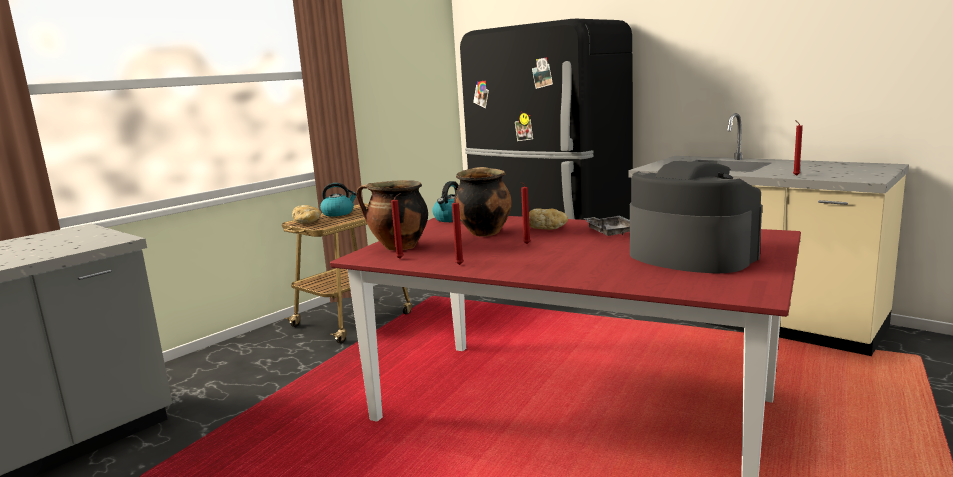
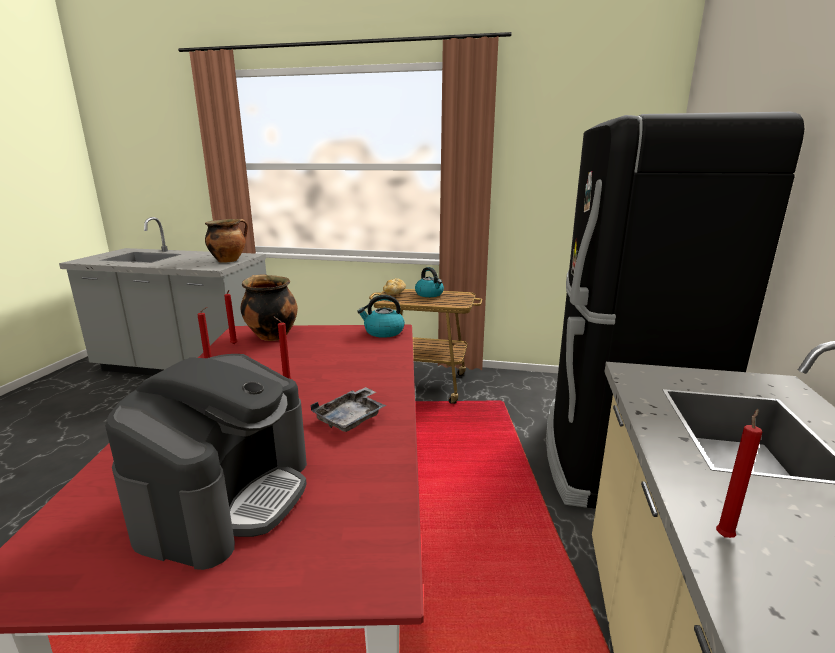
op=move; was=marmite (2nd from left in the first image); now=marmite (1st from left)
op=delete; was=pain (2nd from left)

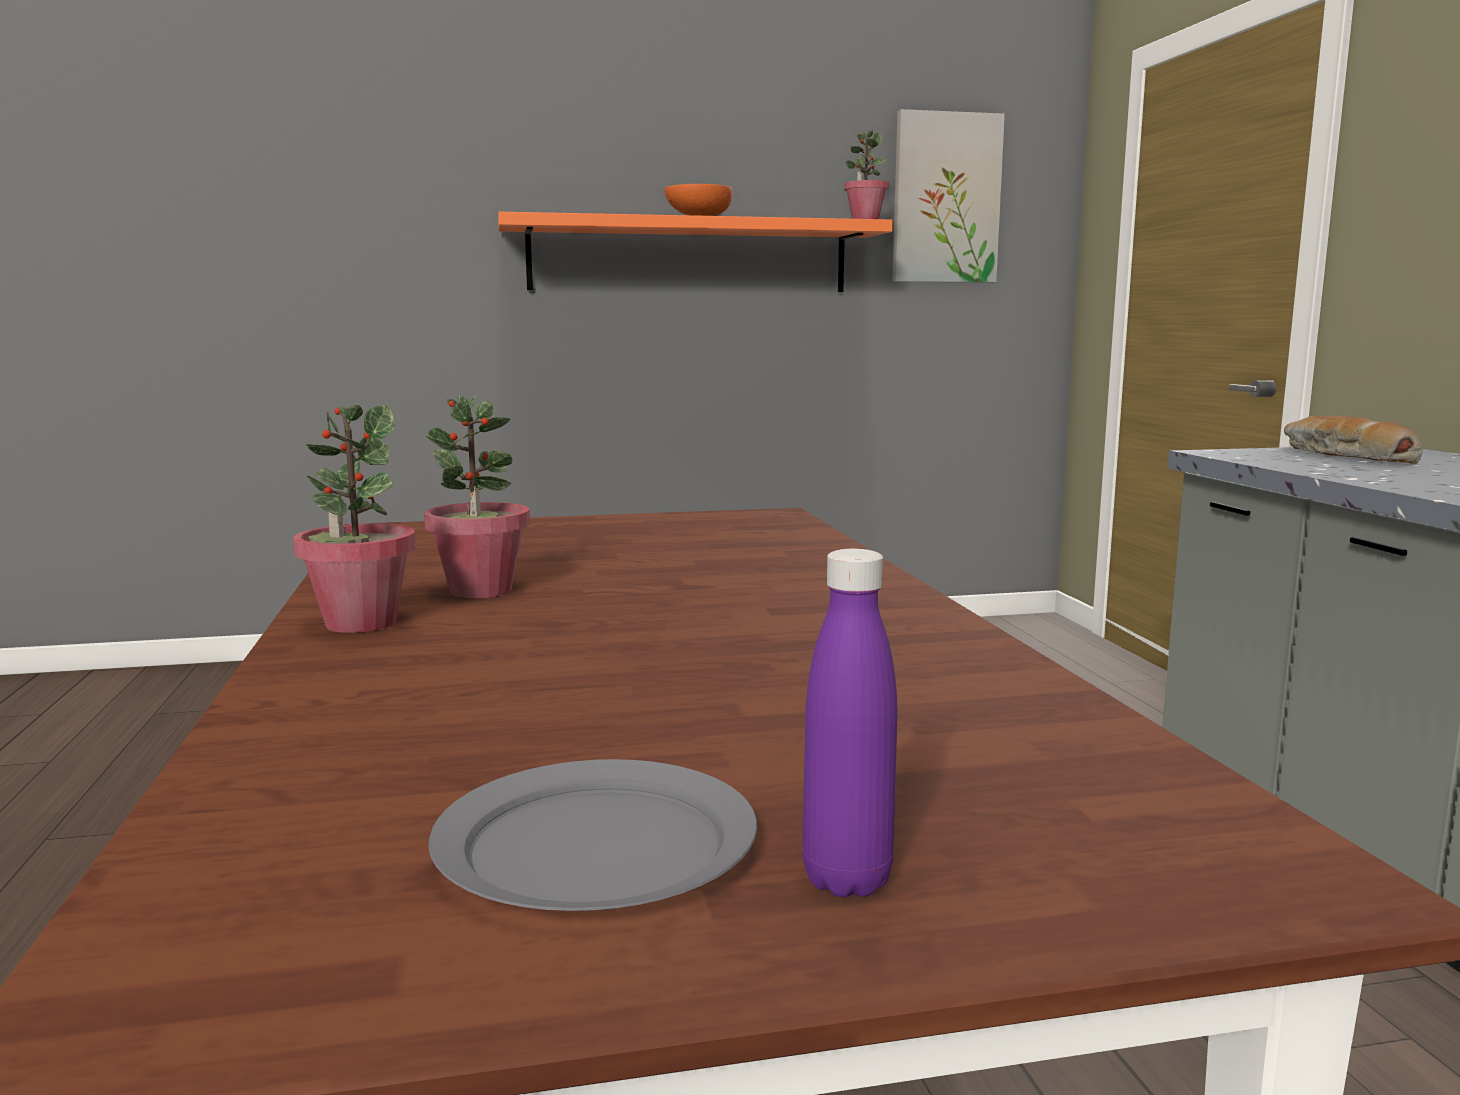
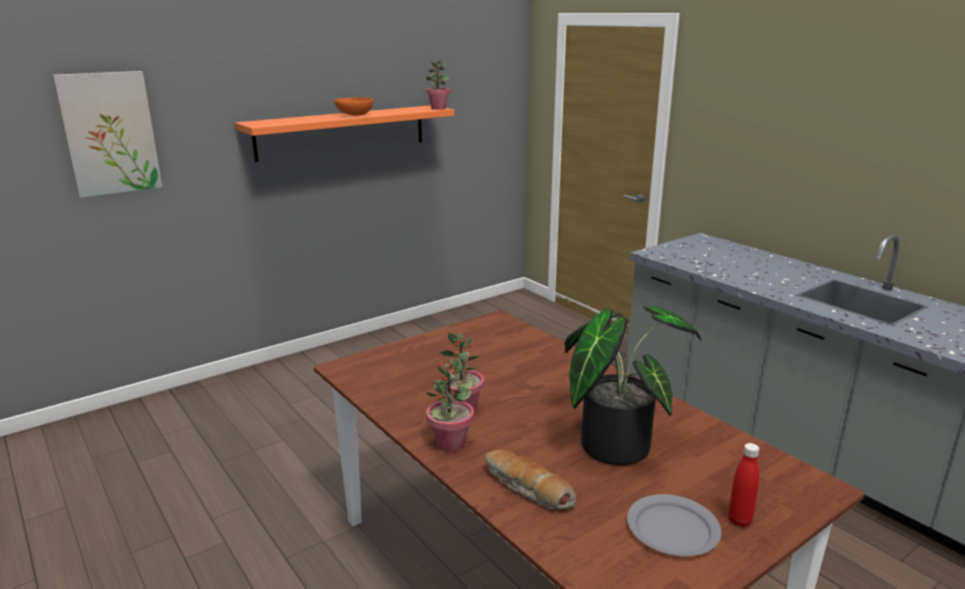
op=move; was=tableau
op=move; was=pain
op=insert; now=plante en pot (4th from left)
op=recolor; was=bouteille [violet]; now=bouteille [rouge]

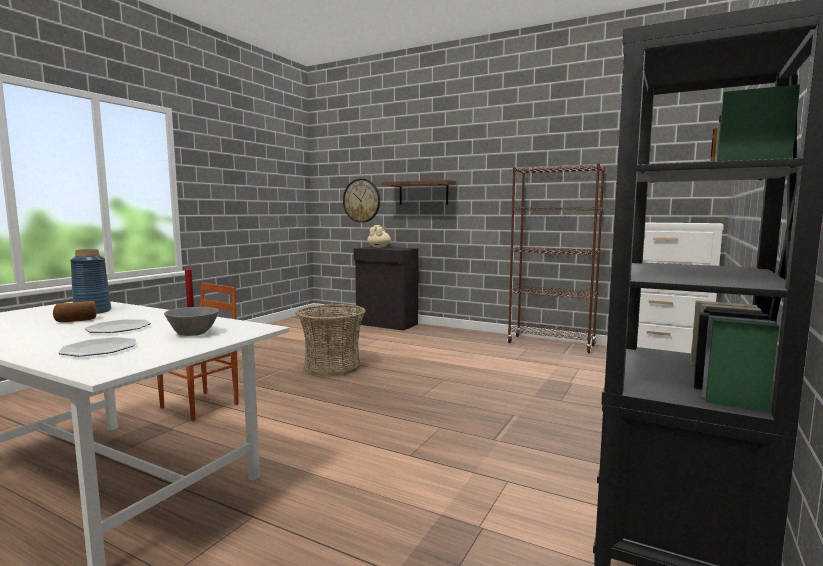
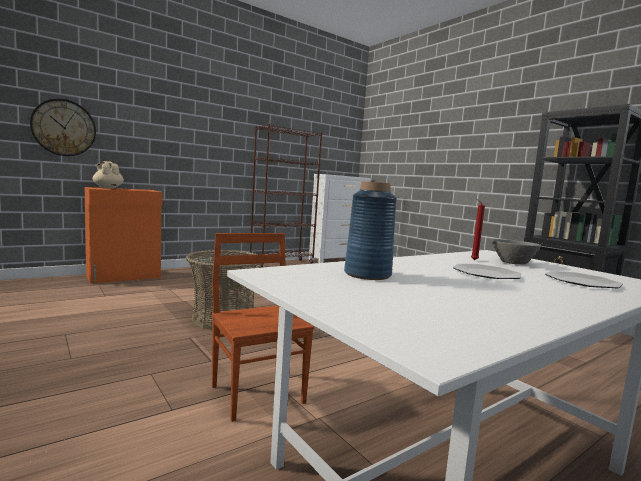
op=recolor; was=meuble de rangement [noir]; now=meuble de rangement [orange]
op=delete; was=pain
op=delete; was=étagère [marron]

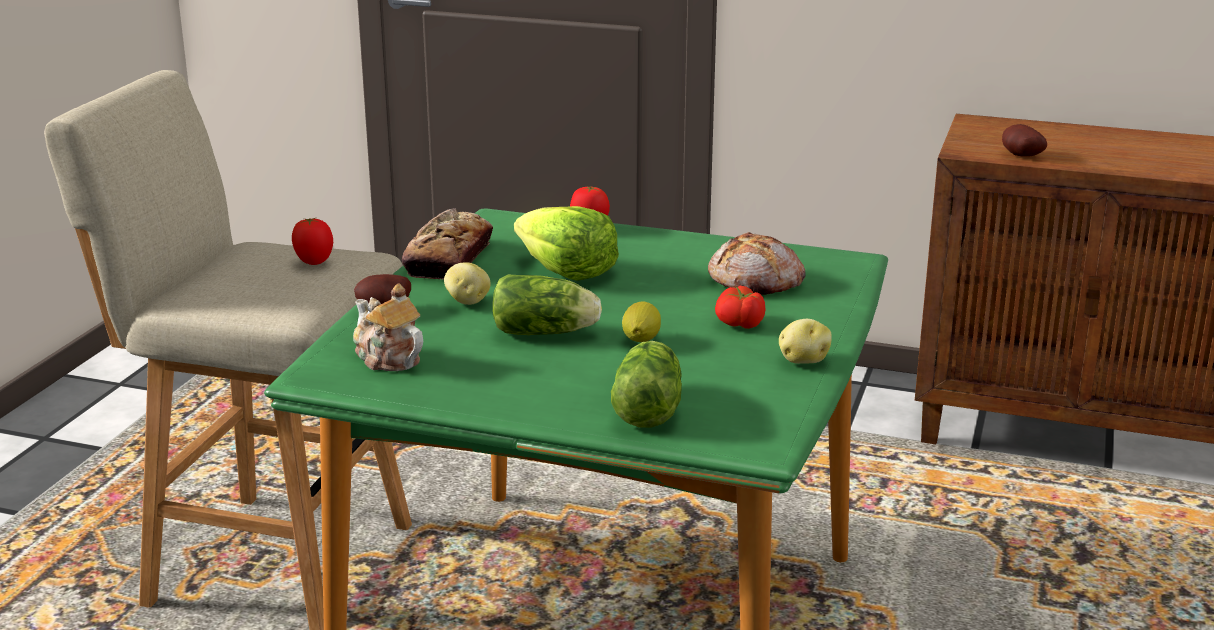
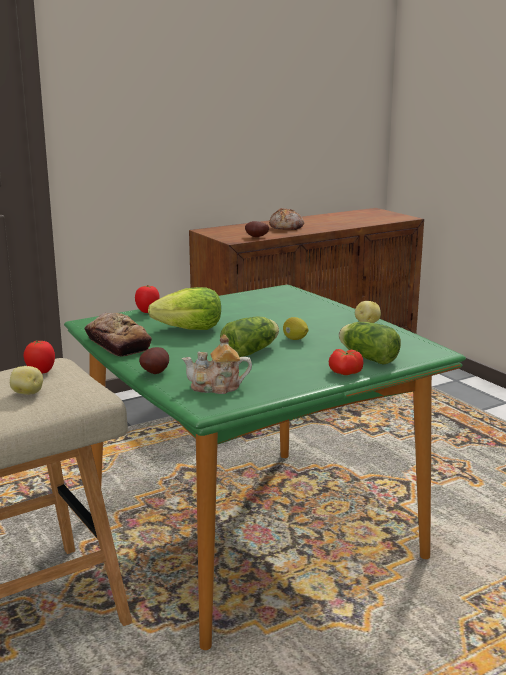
op=move; was=pomme de terre (2nd from left in the first image); now=pomme de terre (1st from left)
op=move; was=pain (2nd from left)
op=move; was=tomate (3rd from left)

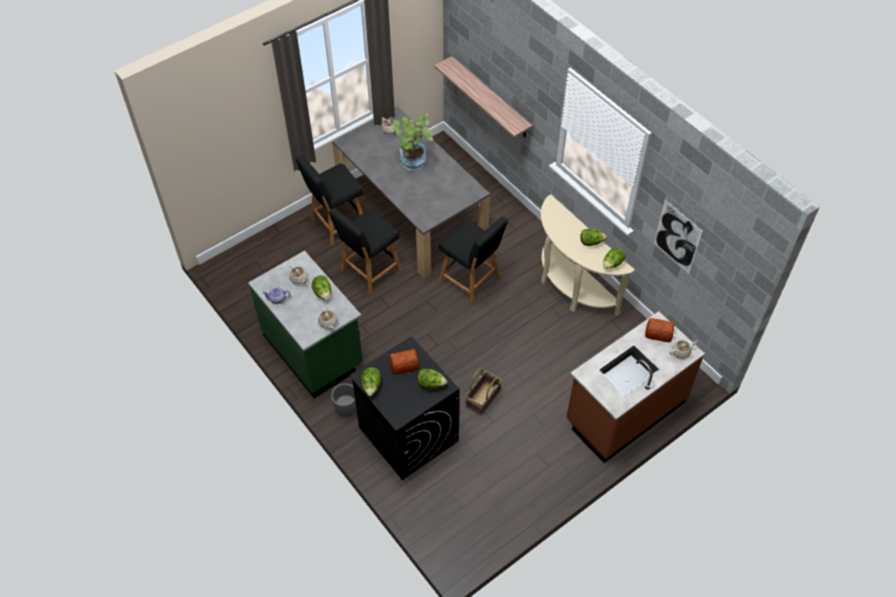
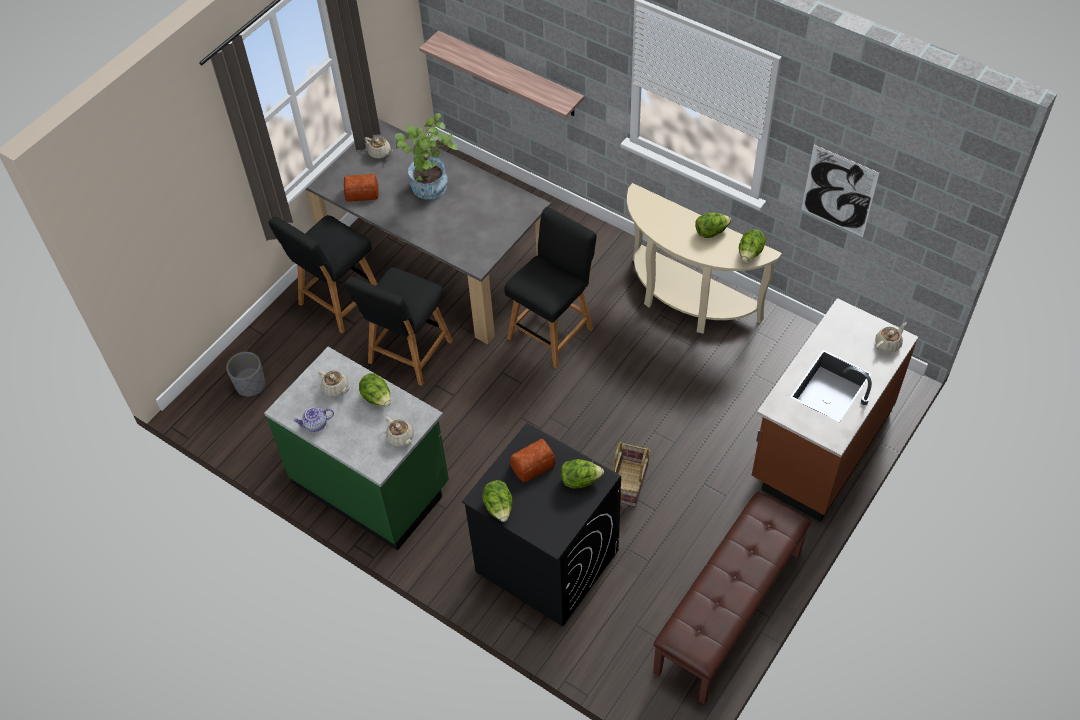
op=move; was=cache-pot [gris]
op=move; was=pain (2nd from left in the first image); now=pain (1st from left)
op=rotate; was=chaise [noir] (3rd from left); clockwise=-75
op=insert; now=banc [marron]

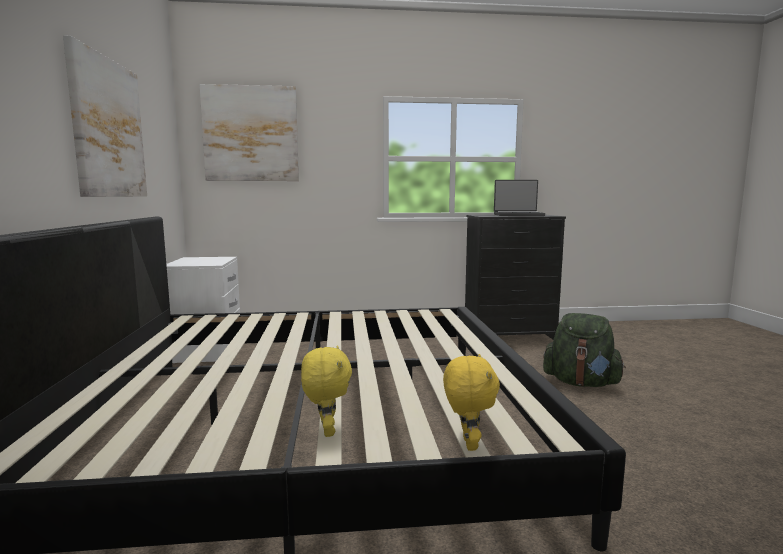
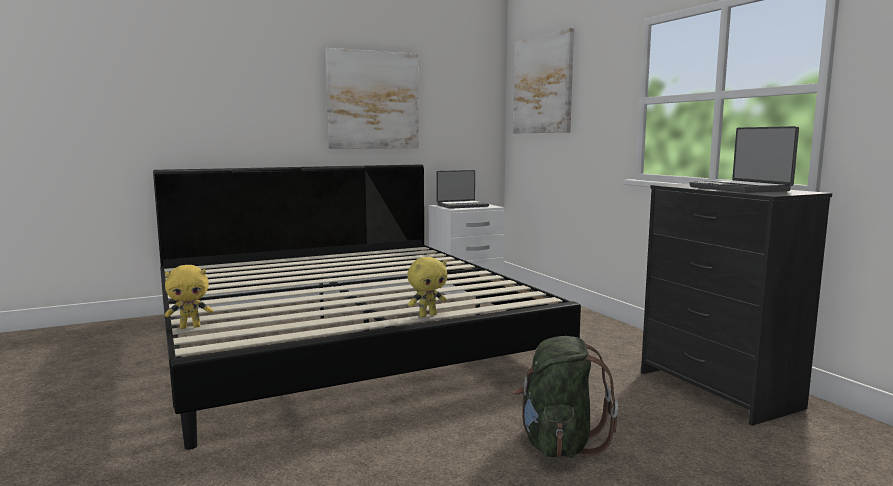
op=move; was=peluche [jaune] (1st from left in the first image); now=peluche [jaune] (2nd from left)
op=insert; now=ordinateur portable (1st from left)

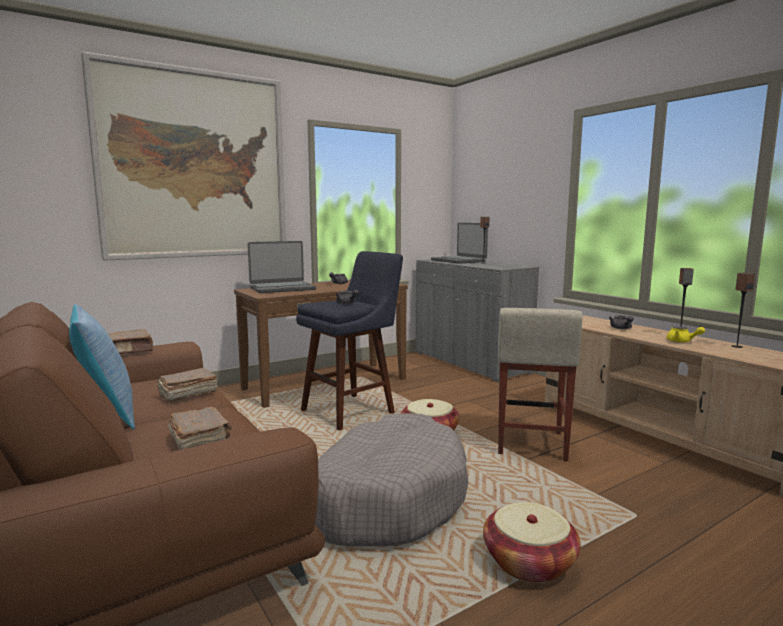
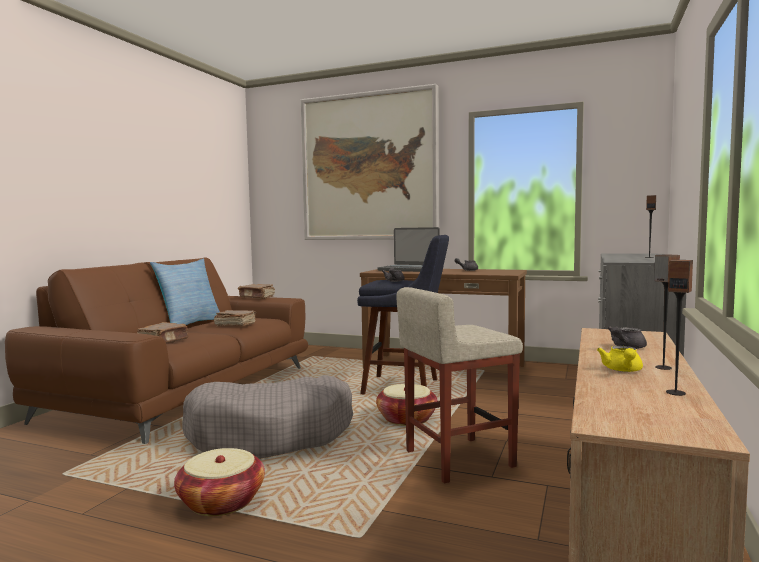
op=delete; was=ordinateur portable (2nd from left)

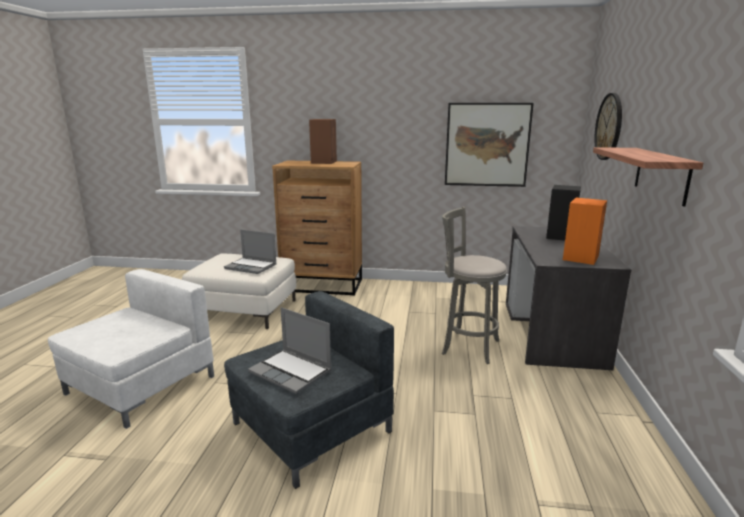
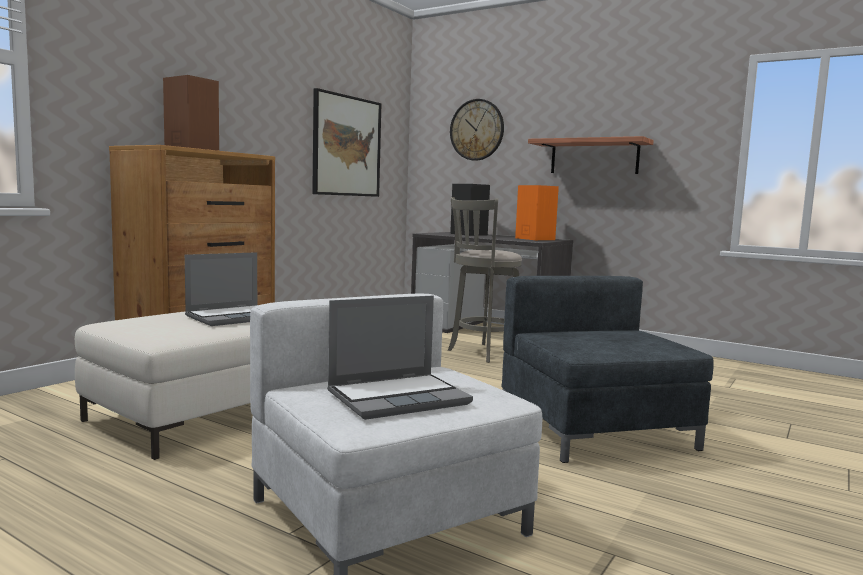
op=move; was=ordinateur portable (2nd from left)

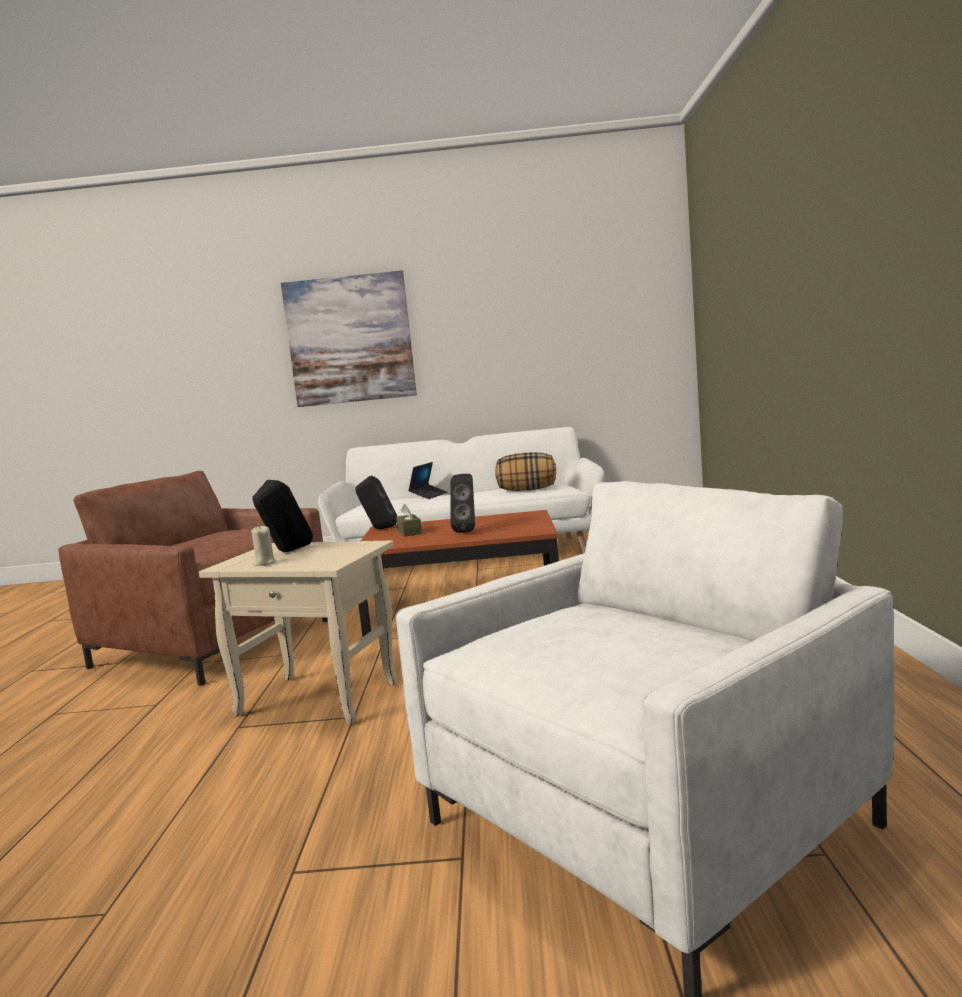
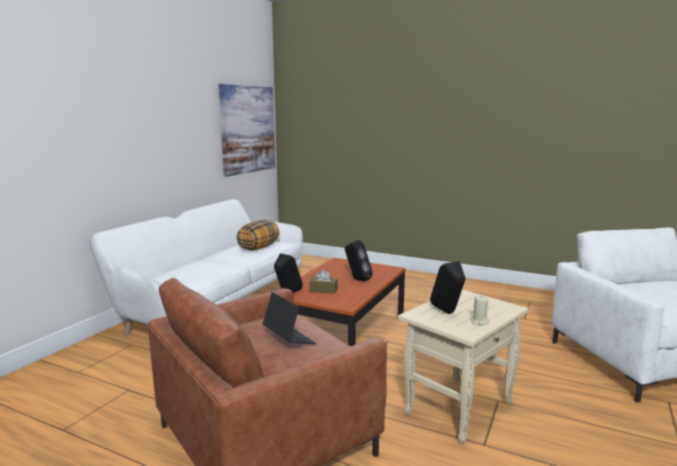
op=move; was=tableau
op=move; was=ordinateur portable

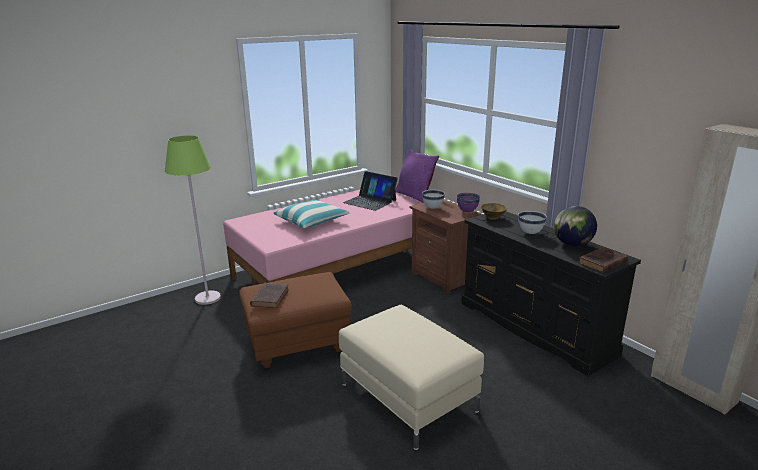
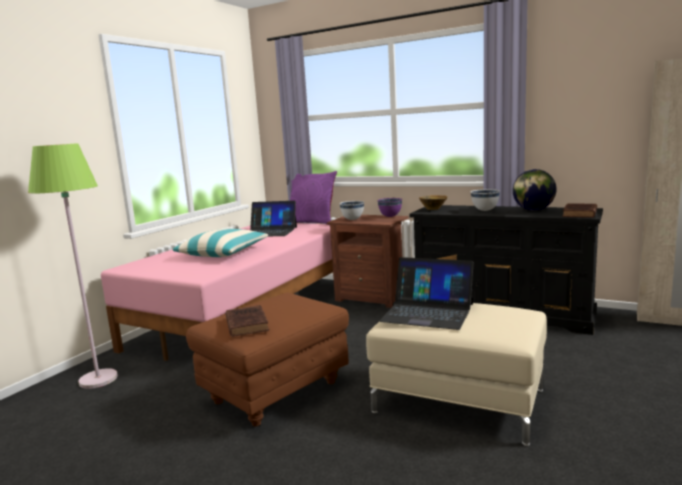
op=insert; now=ordinateur portable (2nd from left)

